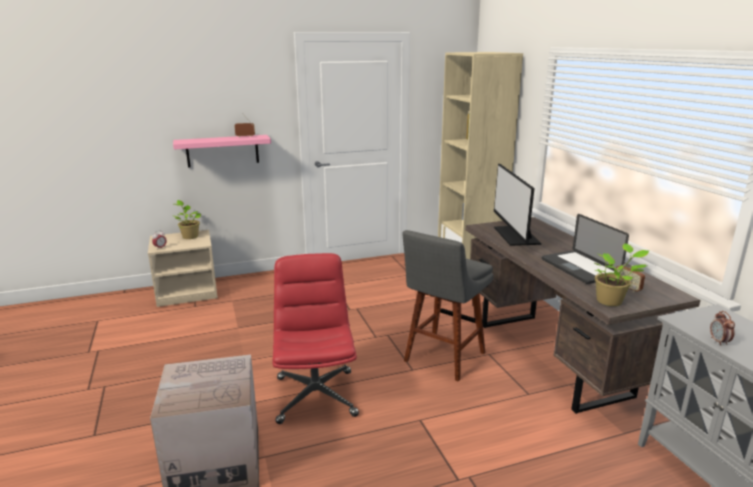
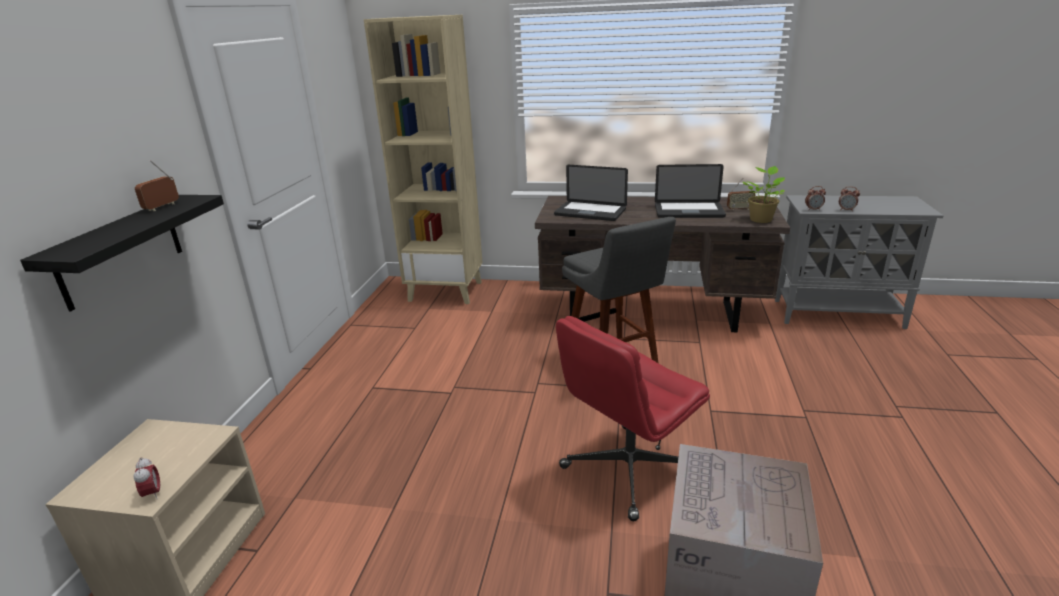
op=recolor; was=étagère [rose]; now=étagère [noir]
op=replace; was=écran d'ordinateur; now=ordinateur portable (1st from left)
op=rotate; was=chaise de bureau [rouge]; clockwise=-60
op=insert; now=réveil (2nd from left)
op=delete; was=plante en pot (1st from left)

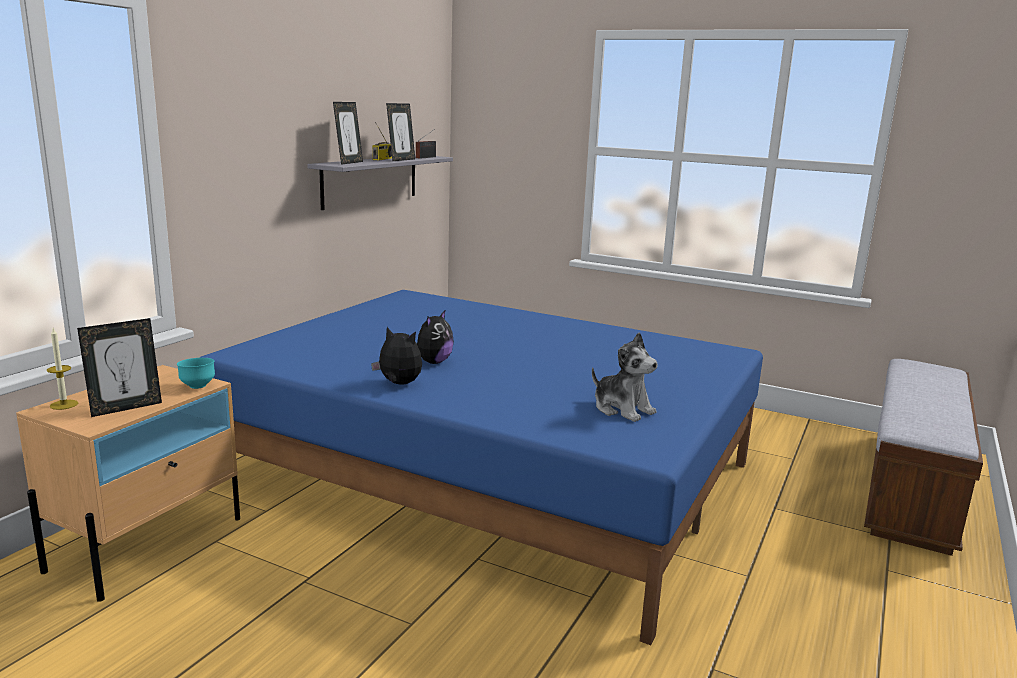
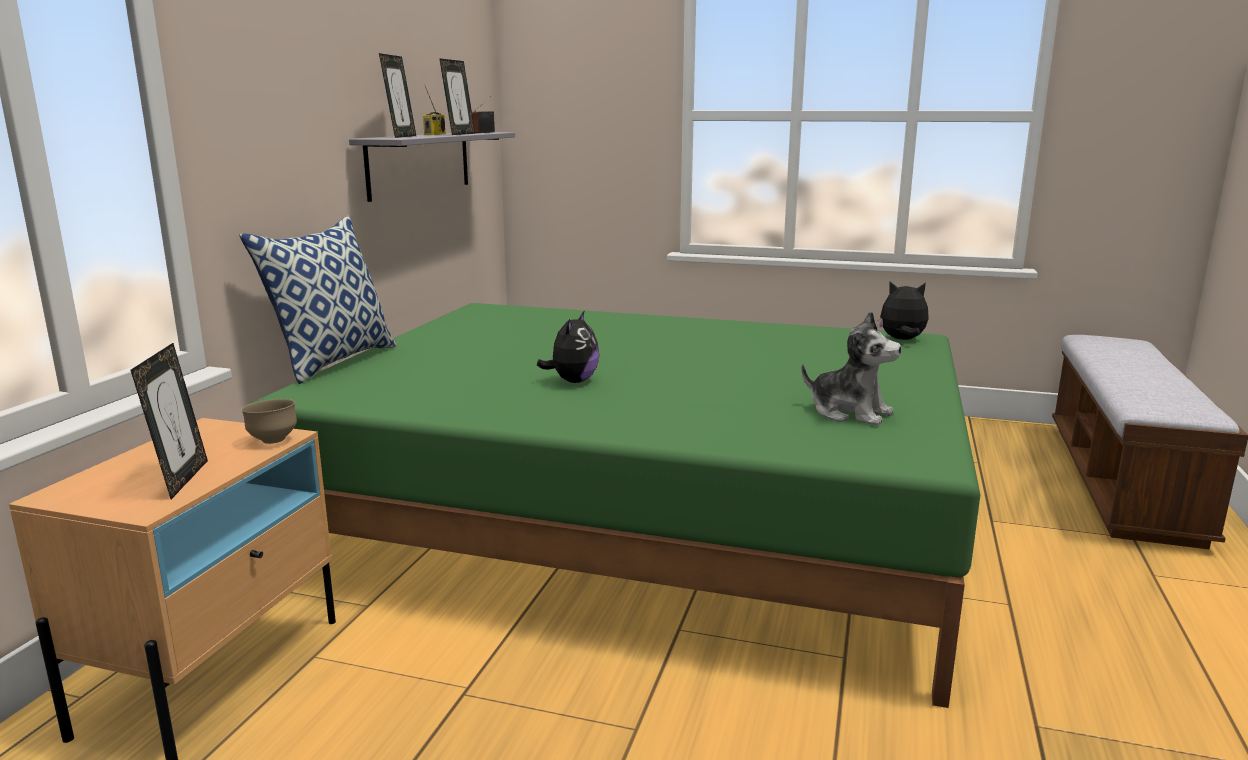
op=rotate; was=cadre photo (1st from left); clockwise=-45
op=insert; now=coussin
op=recolor; was=bol [turquoise]; now=bol [marron]
op=recolor; was=lit [bleu]; now=lit [vert]
op=move; was=peluche (1st from left in the first image); now=peluche (3rd from left)
op=delete; was=bougie

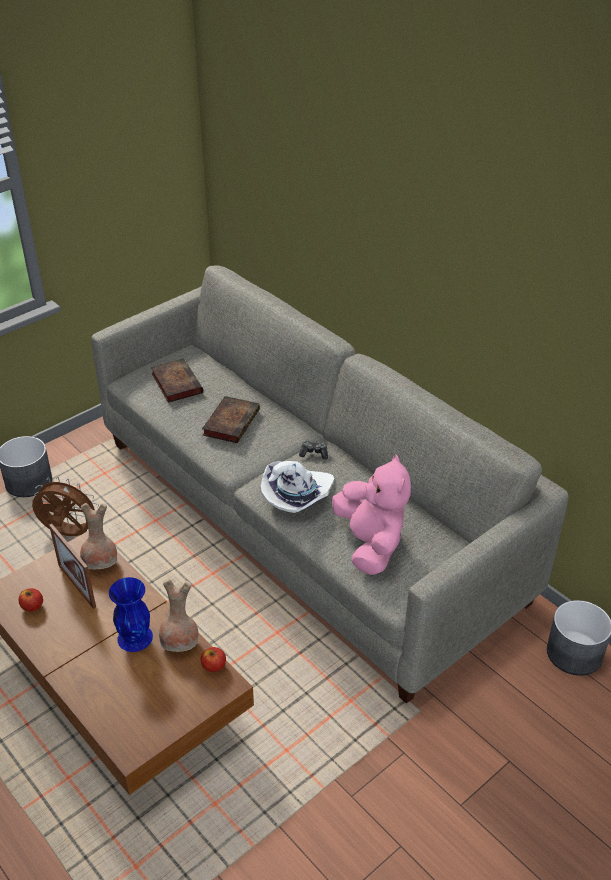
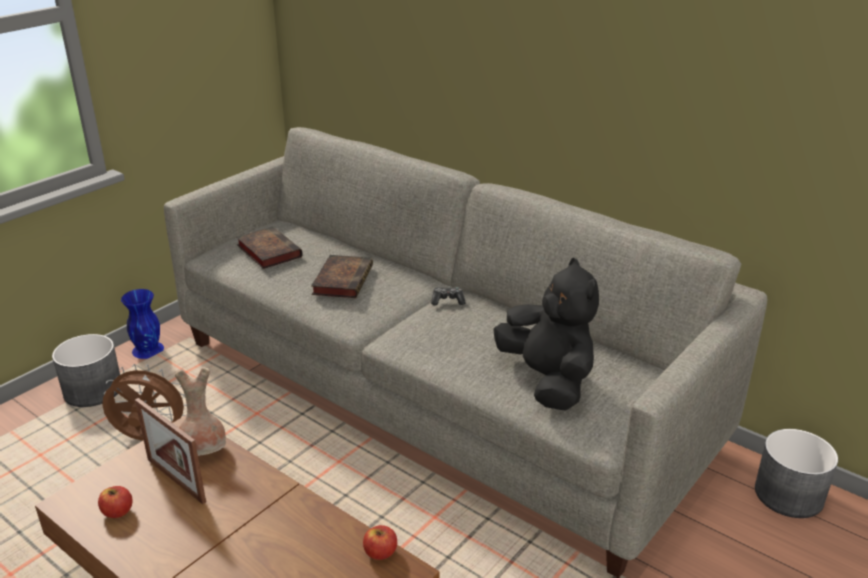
op=move; was=vase [bleu]
op=recolor; was=peluche [rose]; now=peluche [noir]
op=delete; was=vase [marron] (2nd from left)
op=delete; was=chapeau [blanc]

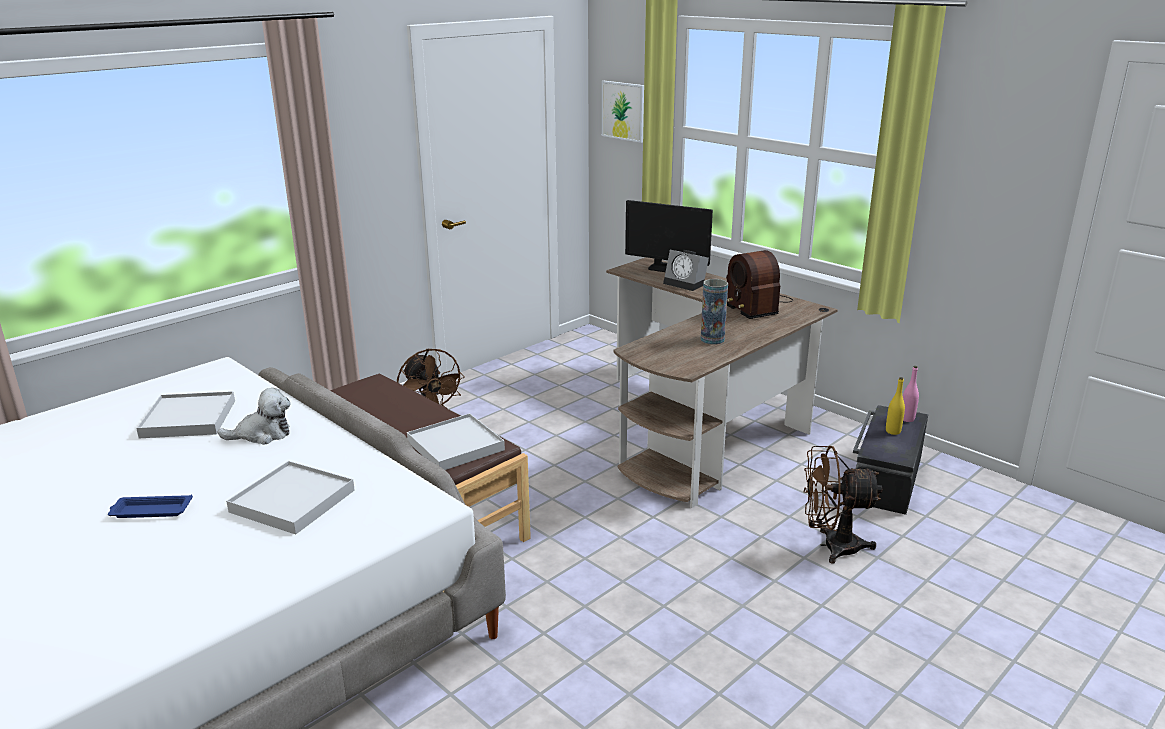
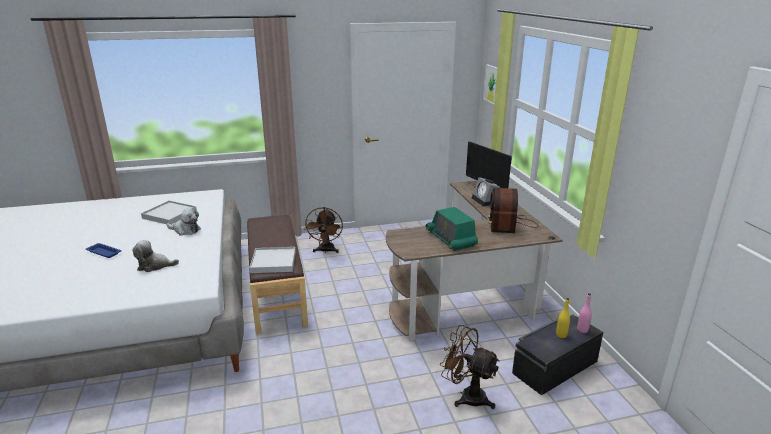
op=replace; was=plateau [blanc] (2nd from left); now=peluche (1st from left)
op=replace; was=vase; now=radio (1st from left)

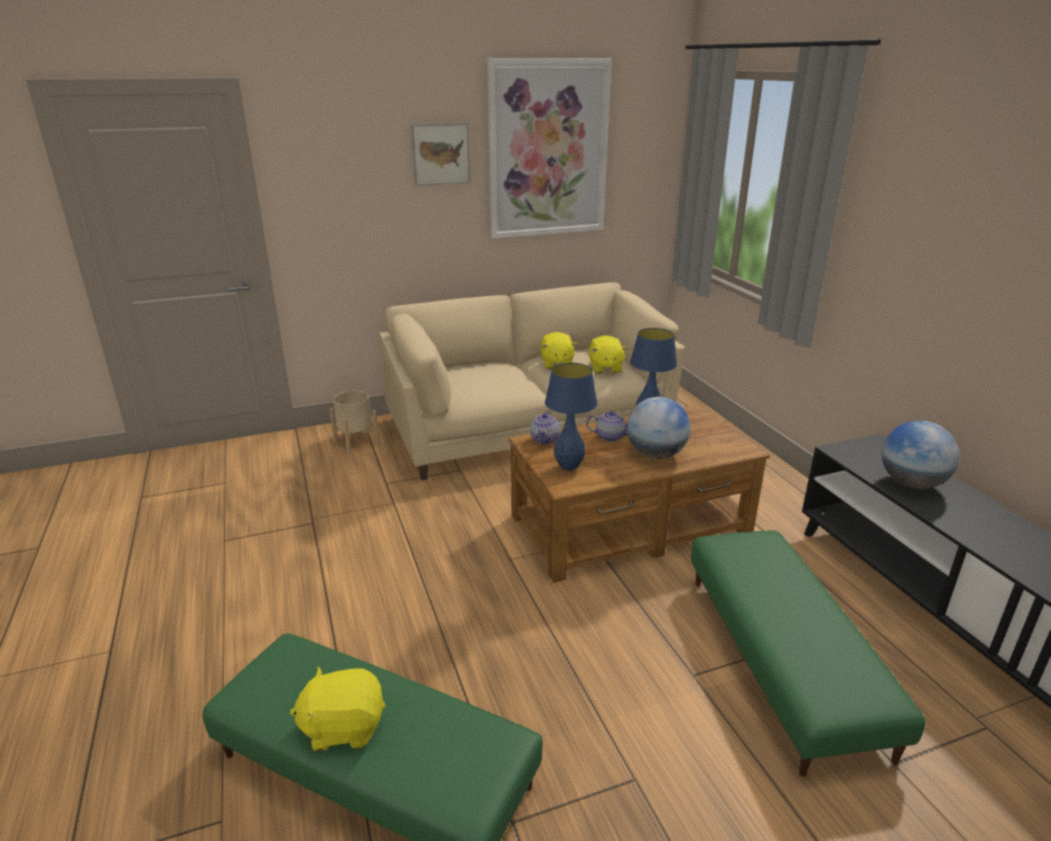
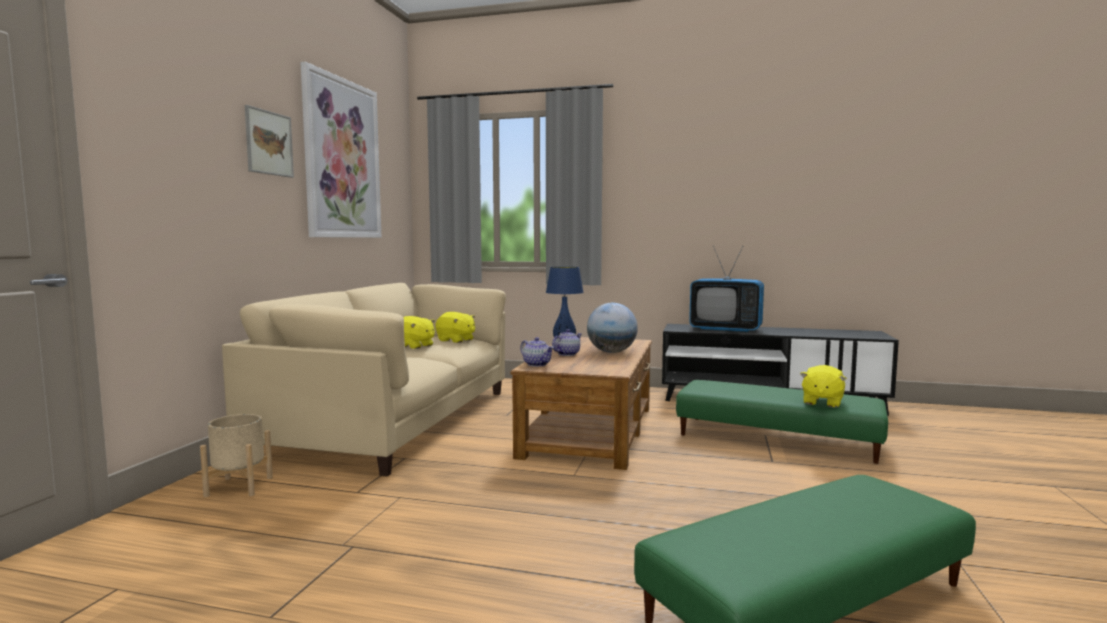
op=replace; was=globe (2nd from left); now=téléviseur
op=move; was=peluche [jaune] (1st from left in the first image); now=peluche [jaune] (3rd from left)
op=delete; was=lampe de table [bleu] (1st from left)

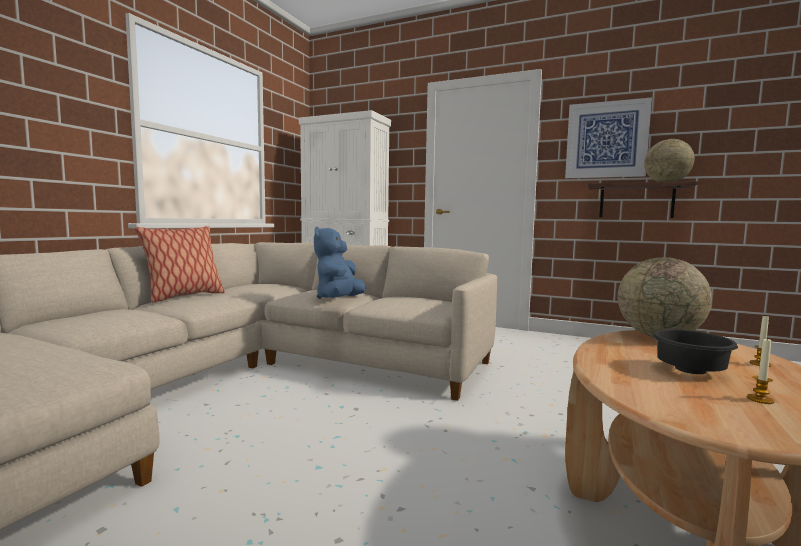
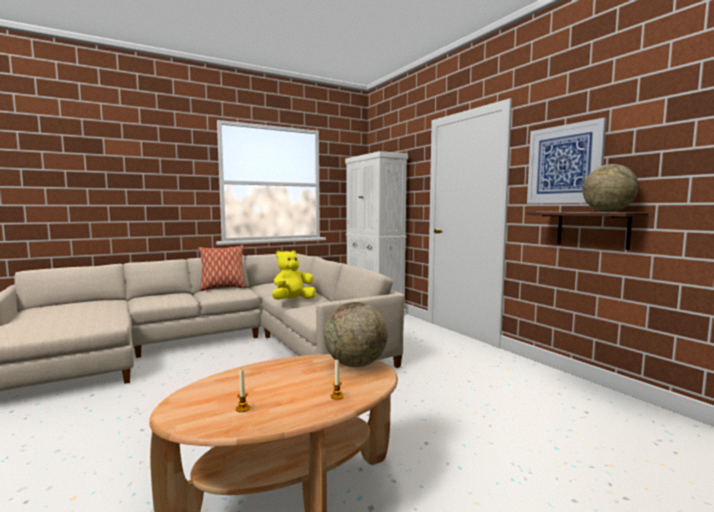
op=recolor; was=peluche [bleu]; now=peluche [jaune]
op=delete; was=bol [noir]

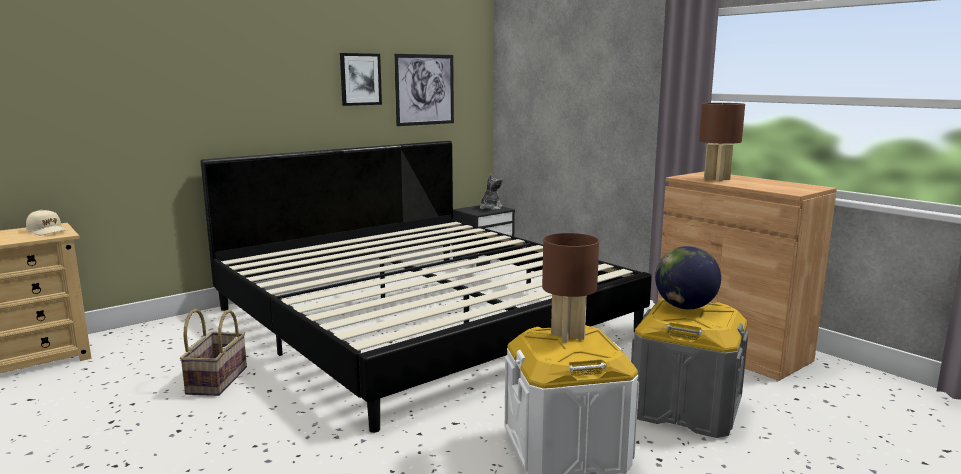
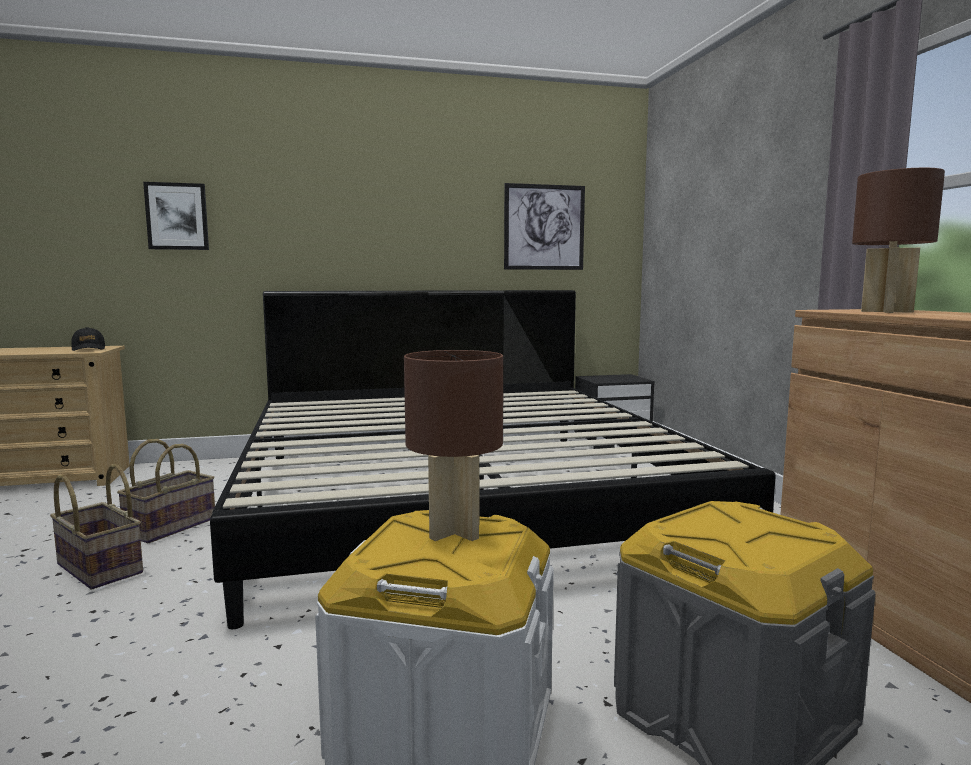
op=insert; now=panier (1st from left)
op=recolor; was=casquette [beige]; now=casquette [noir]
op=move; was=tableau (1st from left)
op=delete; was=peluche
op=delete; was=globe

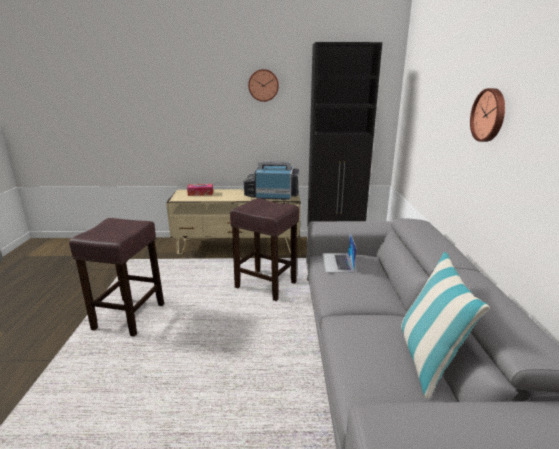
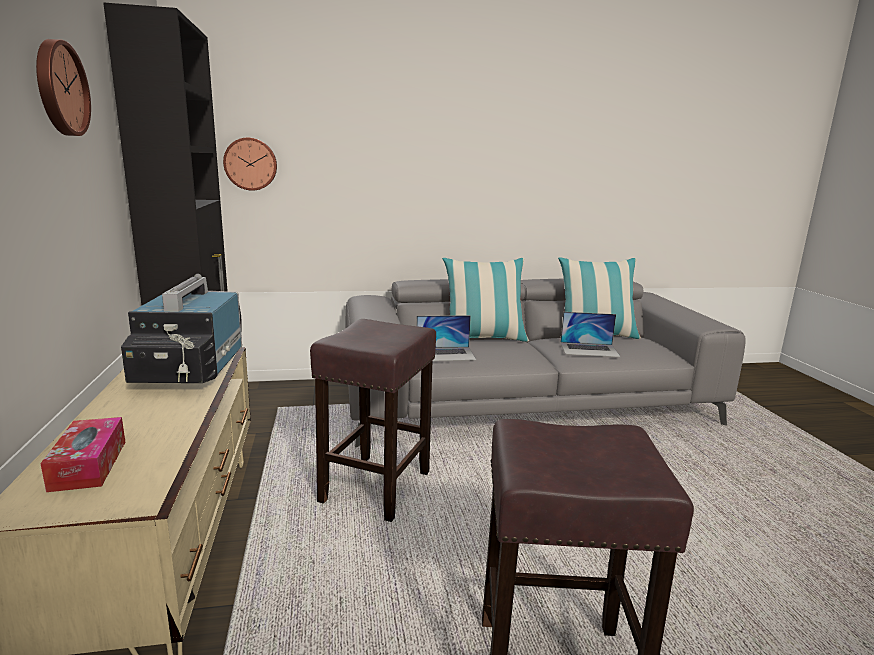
op=move; was=horloge murale (2nd from left)
op=insert; now=coussin (1st from left)
op=insert; now=ordinateur portable (2nd from left)

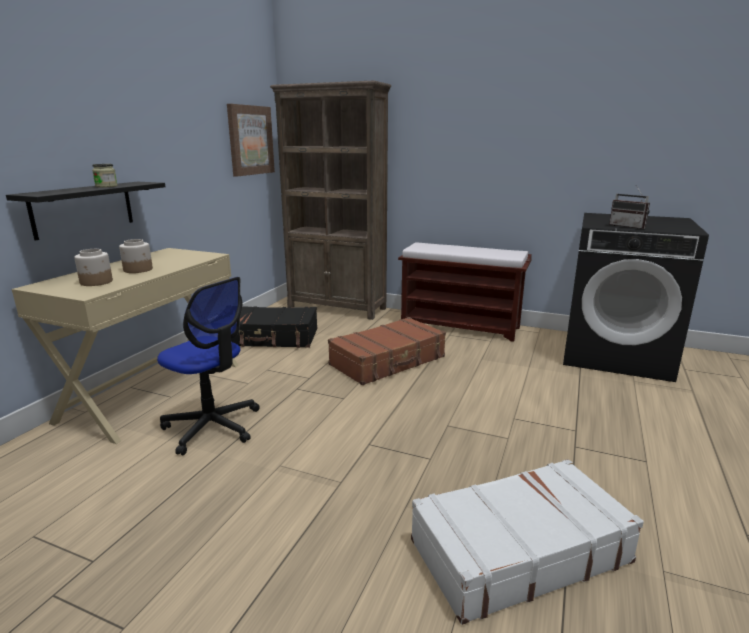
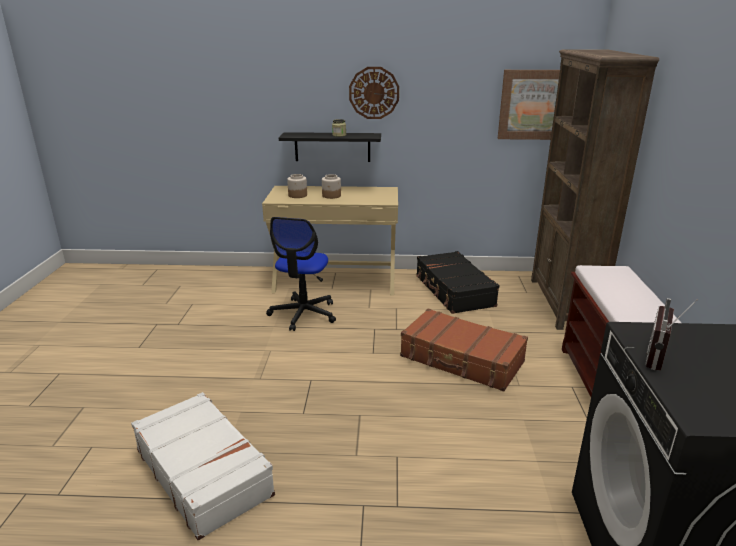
op=insert; now=horloge murale

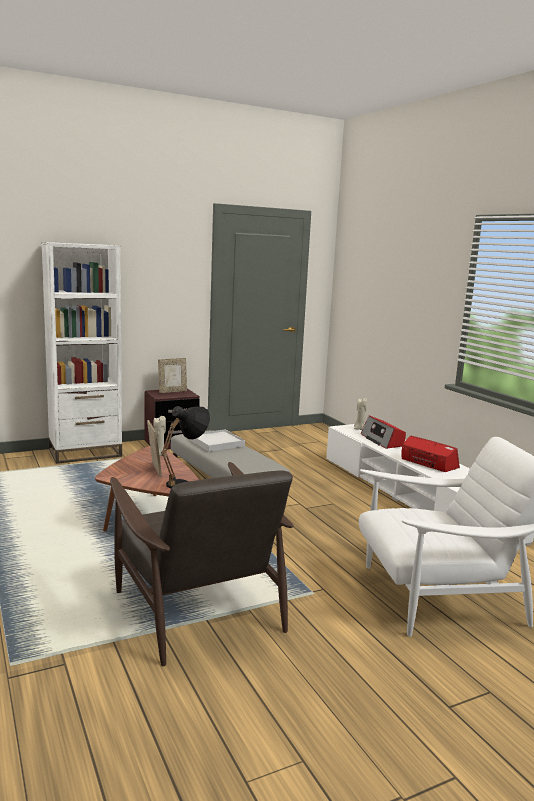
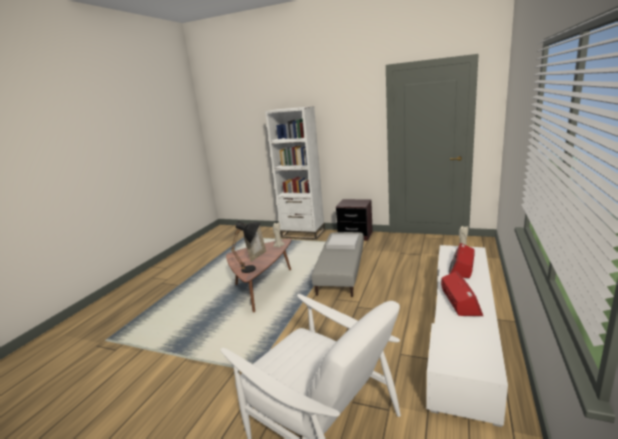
op=delete; was=fauteuil [marron]
op=delete; was=cadre photo (2nd from left)

